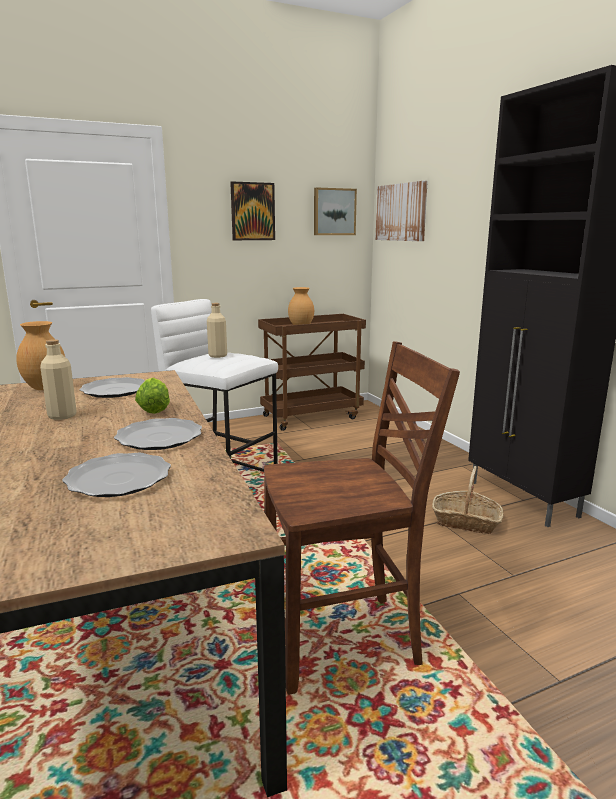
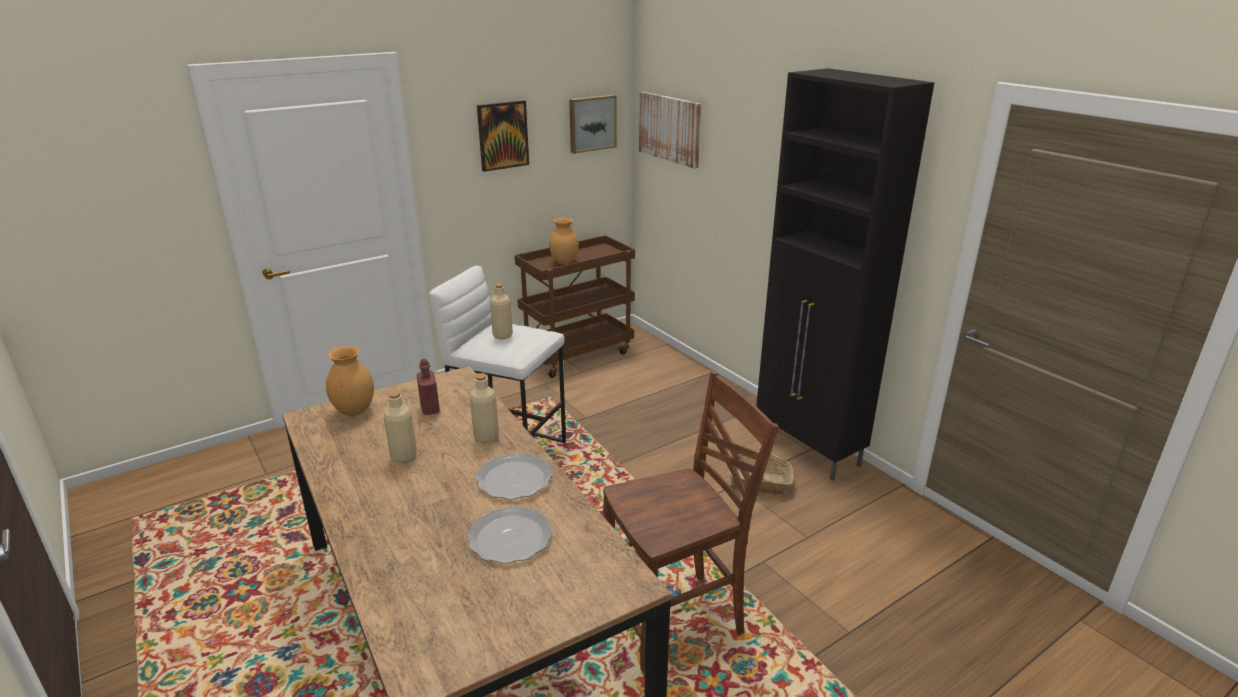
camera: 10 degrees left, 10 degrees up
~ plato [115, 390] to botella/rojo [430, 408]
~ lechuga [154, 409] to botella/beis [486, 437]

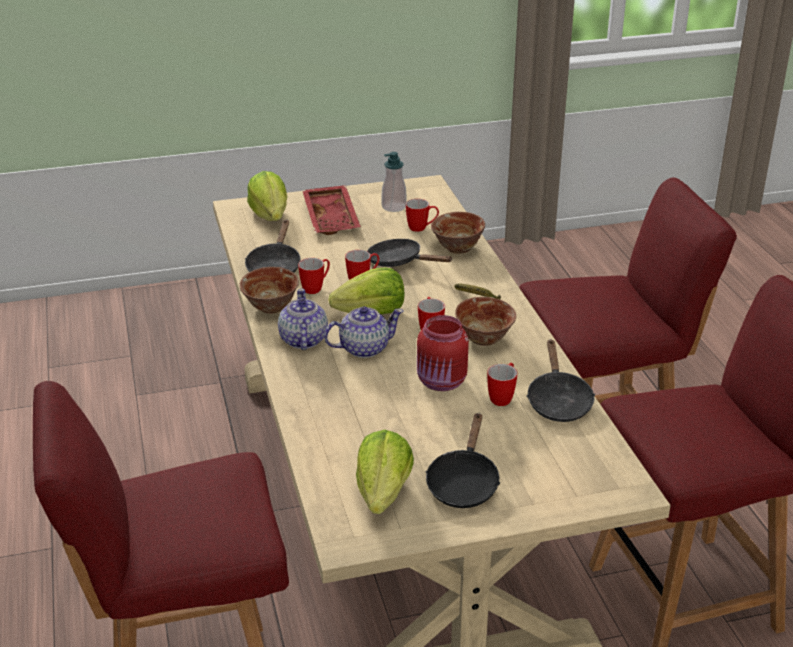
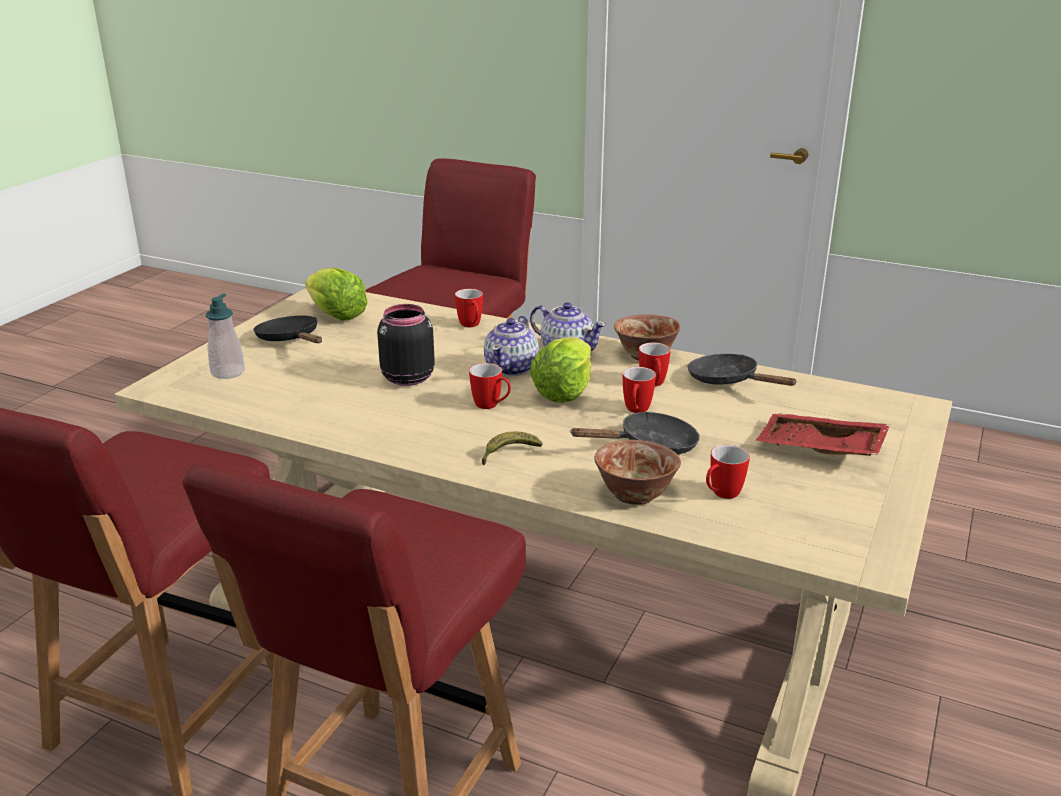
camera: 130 degrees right, 5 degrees down
~ dispensador de jabón [393, 207] to [228, 372]
~ tarro/rojo [442, 382] to tarro/negro [406, 378]
~ taza grande [503, 397] to [471, 326]
- lechuga [270, 216]
- cuenco [484, 339]
- sartén/negro [558, 401]

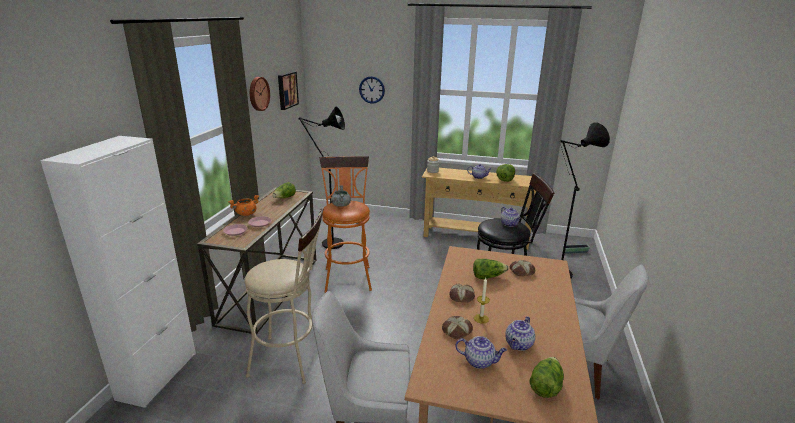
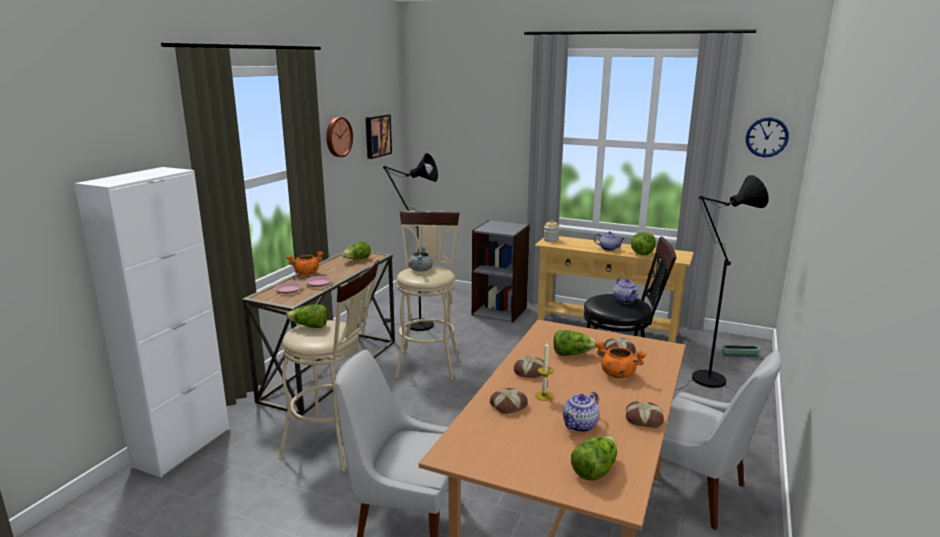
camera: 10 degrees right, 5 degrees down
+ lechuga [309, 326]
~ taburete/naranja [347, 276] to taburete/beis [428, 362]
+ estantería/gris [499, 311]
+ olla/naranja [617, 374]
+ pan [644, 419]
~ reloj de pared [371, 90] to [766, 137]
- tetera [479, 361]

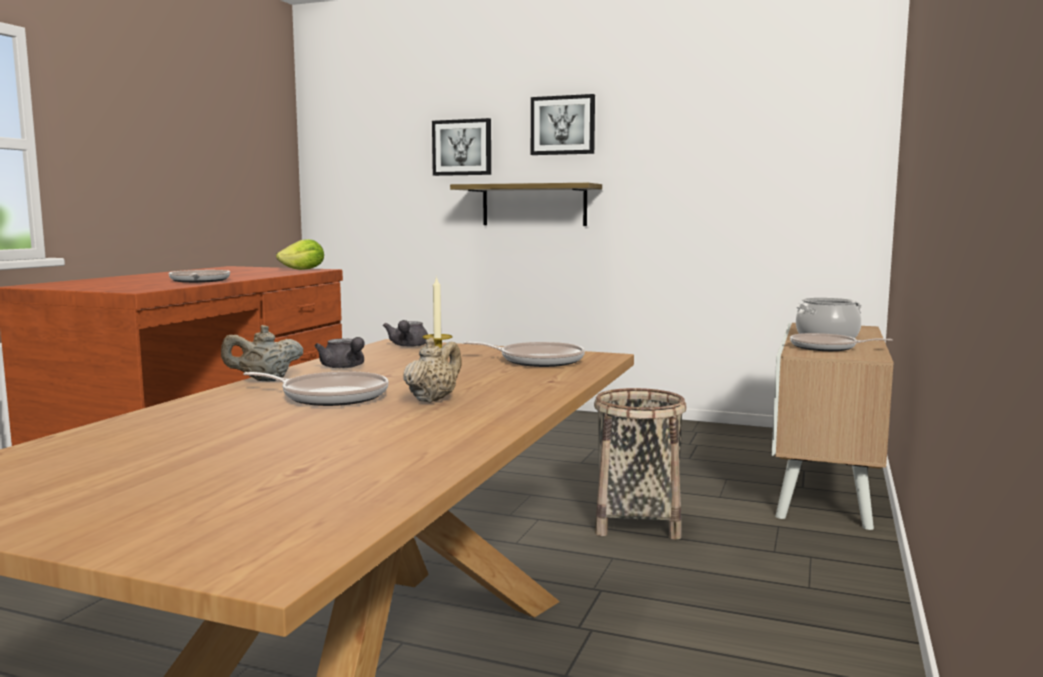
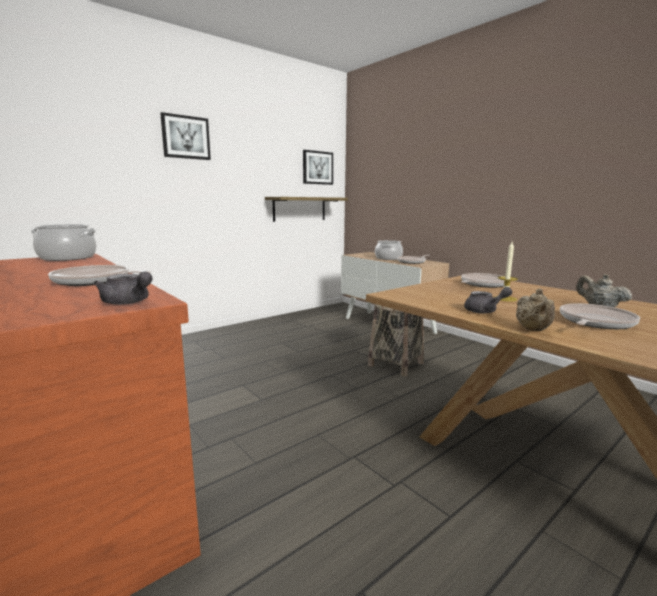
camera: 60 degrees left, 5 degrees up
~ lechuga [303, 270] to olla [68, 258]
~ tetera/gris [408, 346] to [128, 302]
~ estante [534, 205] to [299, 209]
~ cuadro [462, 147] to [317, 168]

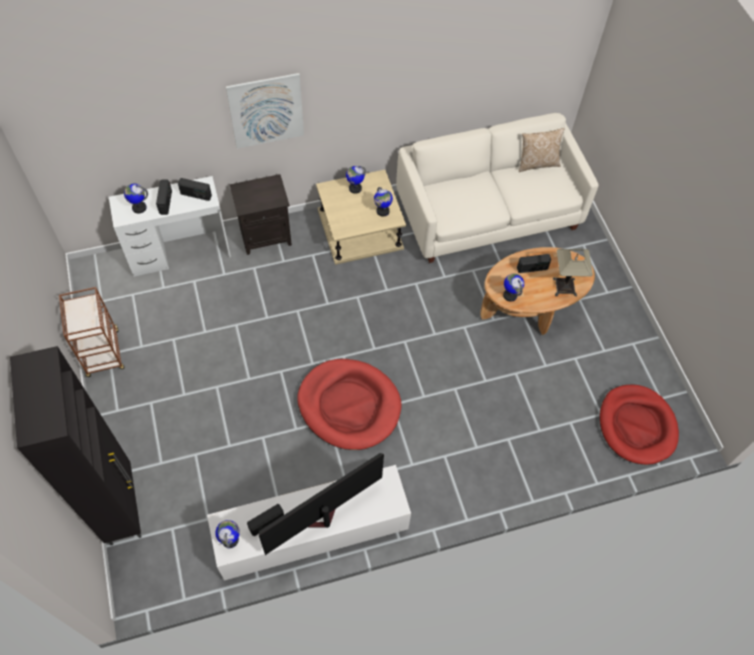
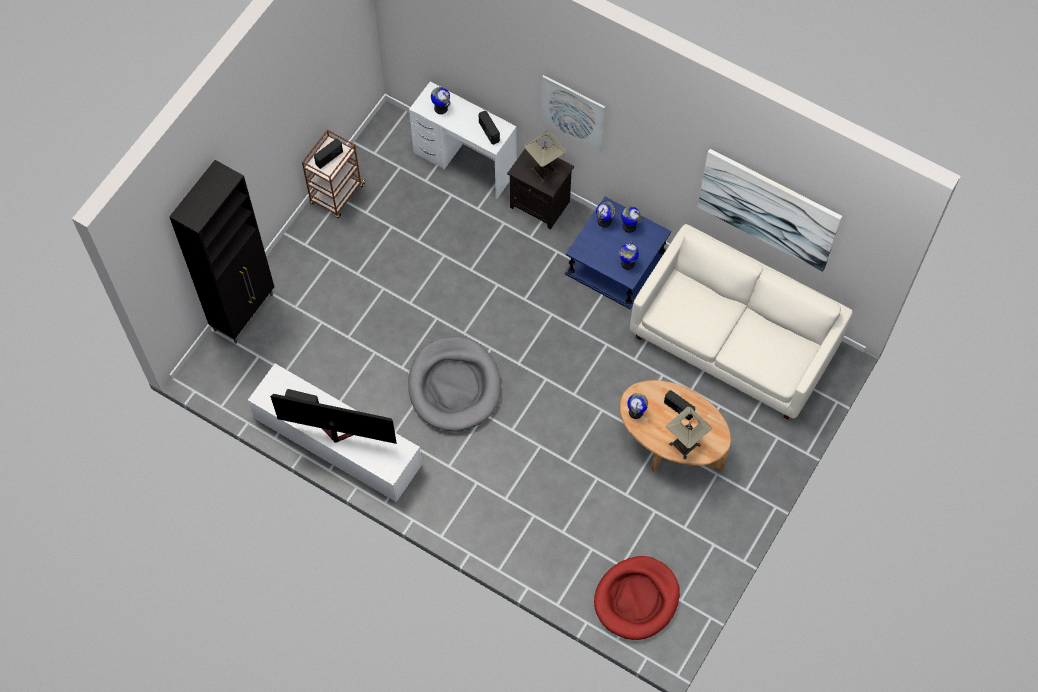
camera: 50 degrees right, 5 degrees up
~ radio [166, 202] to [329, 158]
~ cama para perro/rojo [349, 405] to cama para perro/gris [454, 386]
+ lámpara de mesa [544, 171]
~ mesa auxiliar/beis [360, 229] to mesa auxiliar/azul [616, 263]
~ globo terráqueo [230, 539] to [604, 221]
+ cuadro [768, 209]
- cojín [537, 163]

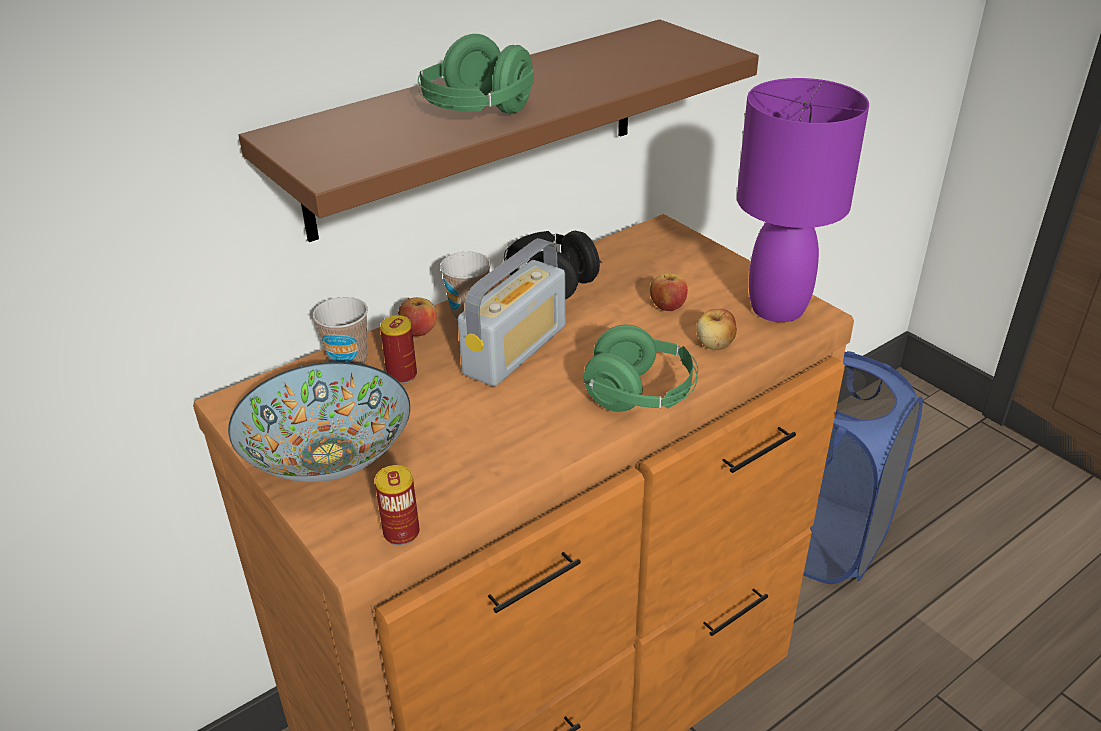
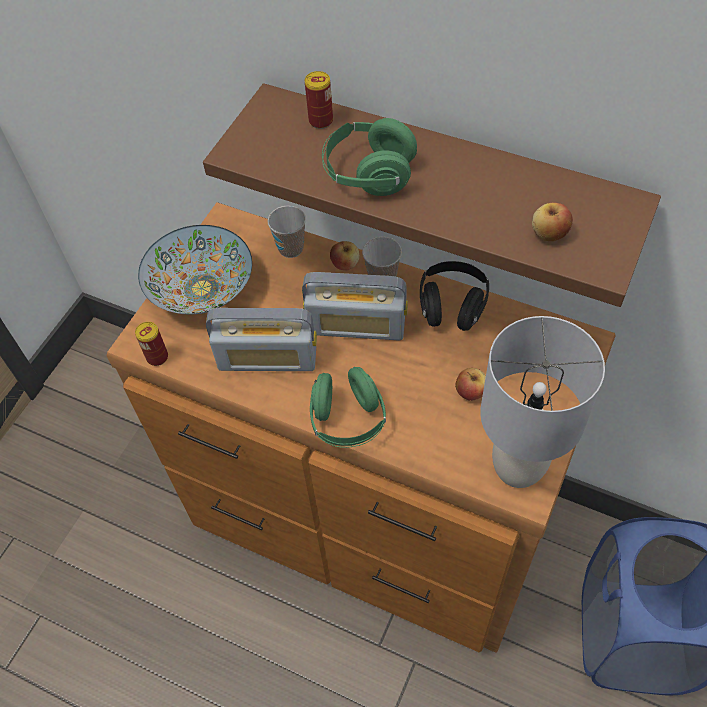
camera: 65 degrees right, 20 degrees up
+ radio [267, 358]
~ lata [402, 375] to [321, 121]
~ lámpara de mesa/morado [777, 308] to lámpara de mesa/gris [518, 466]
~ manzana [715, 344] to [549, 234]

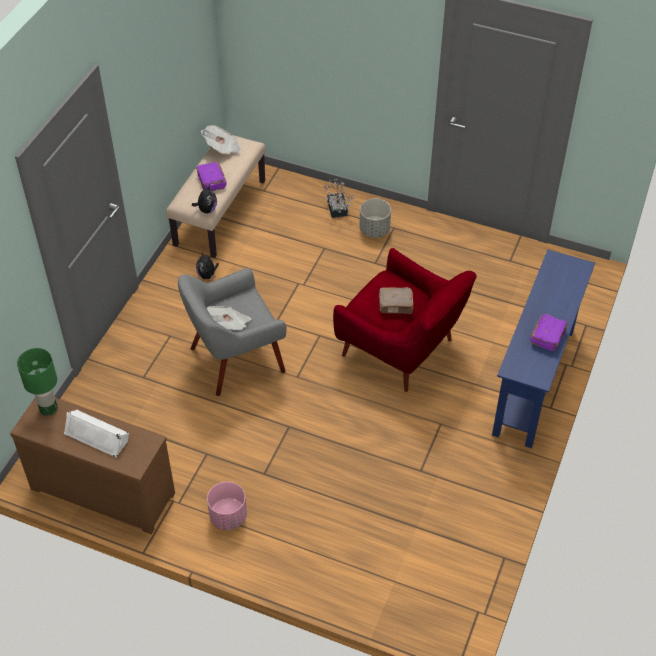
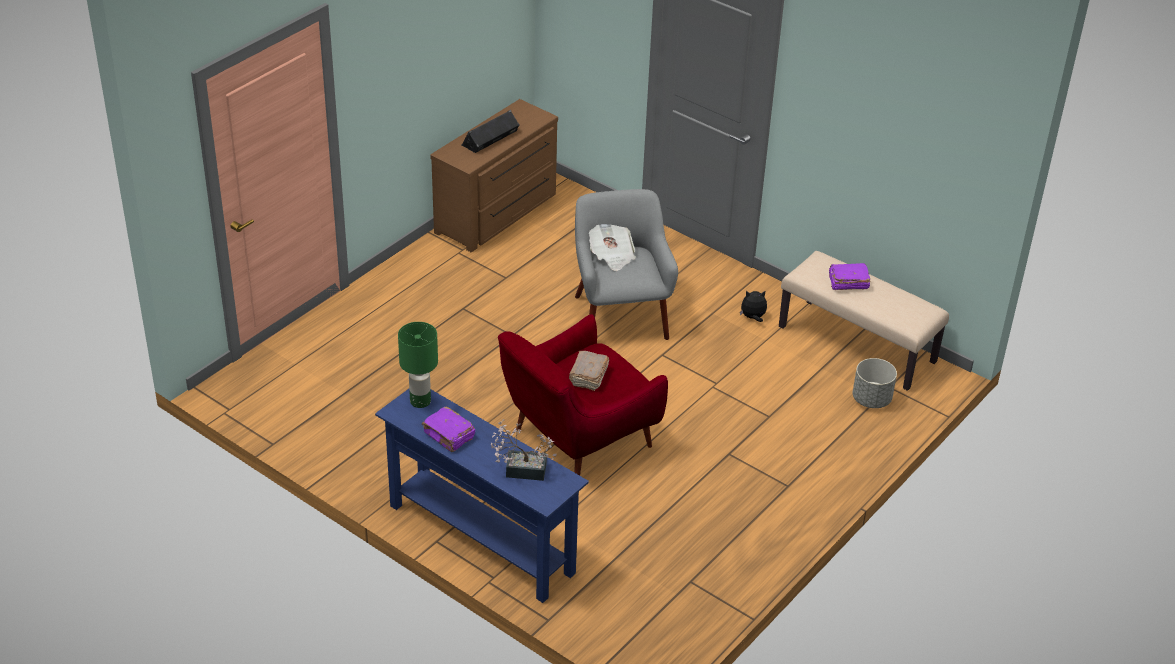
camera: 105 degrees right, 10 degrees down
~ lámpara de mesa/verde [48, 409] to [420, 401]
~ altavoz/blanco [97, 435] to altavoz/negro [491, 139]
~ planta en maceta [337, 211] to [521, 469]
~ maceta/gris [374, 230] to [871, 399]
- peluche [206, 209]
- periódico [223, 148]
- maceta/rosa [228, 517]

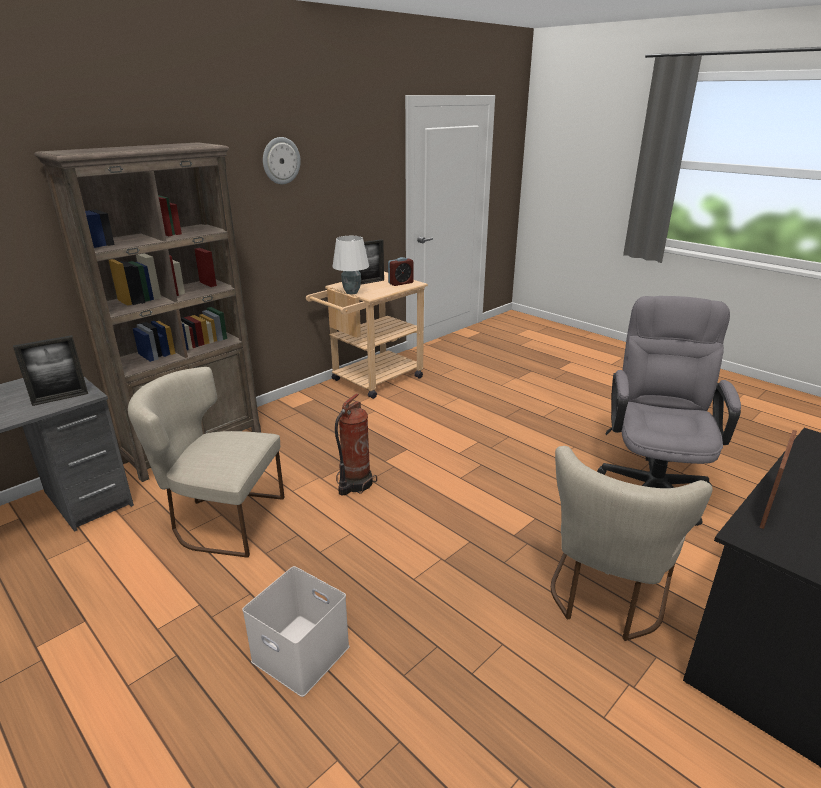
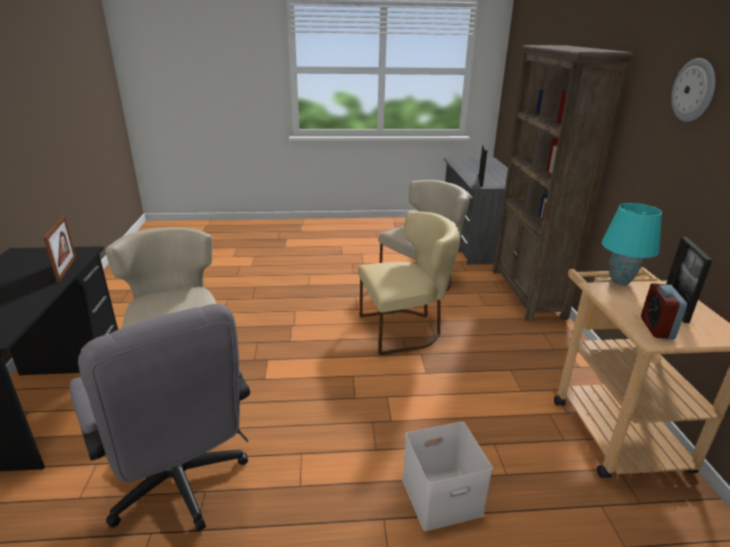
camera: 130 degrees right, 0 degrees up
~ extintor [354, 484] to silla/beis [405, 329]
~ caja de almacenaje/blanco [298, 654] to [442, 495]
~ lámpara de mesa/blanco [352, 292] to lámpara de mesa/turquesa [619, 281]

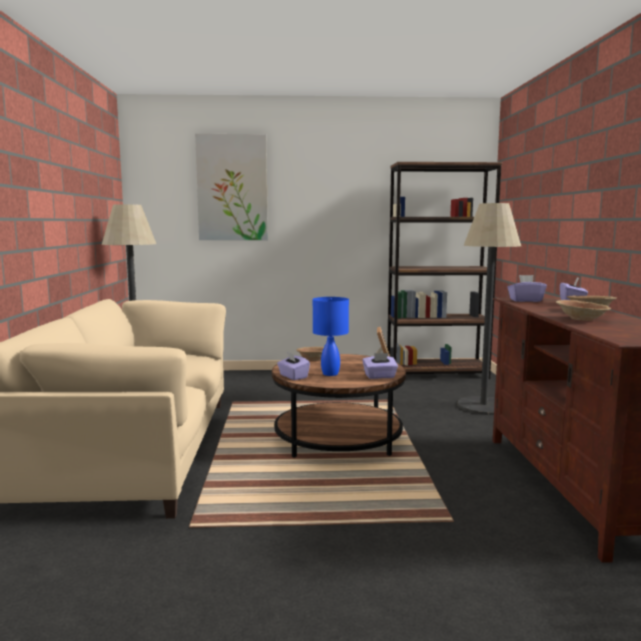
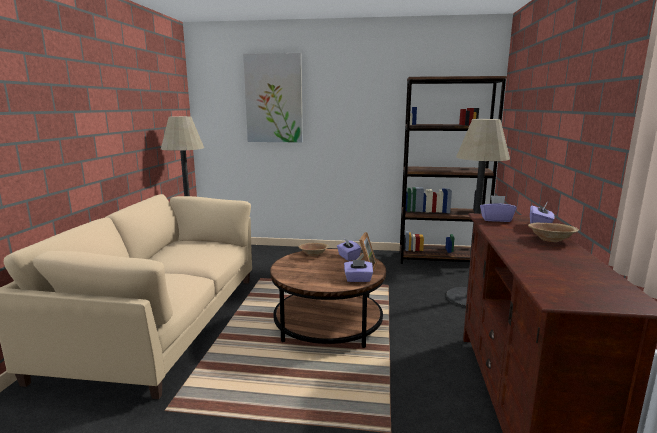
camera: 10 degrees right, 5 degrees up
~ caja de pañuelos/morado [293, 376] to [348, 257]
- lámpara de mesa/azul [330, 373]
- cuenco/marrón [581, 319]

